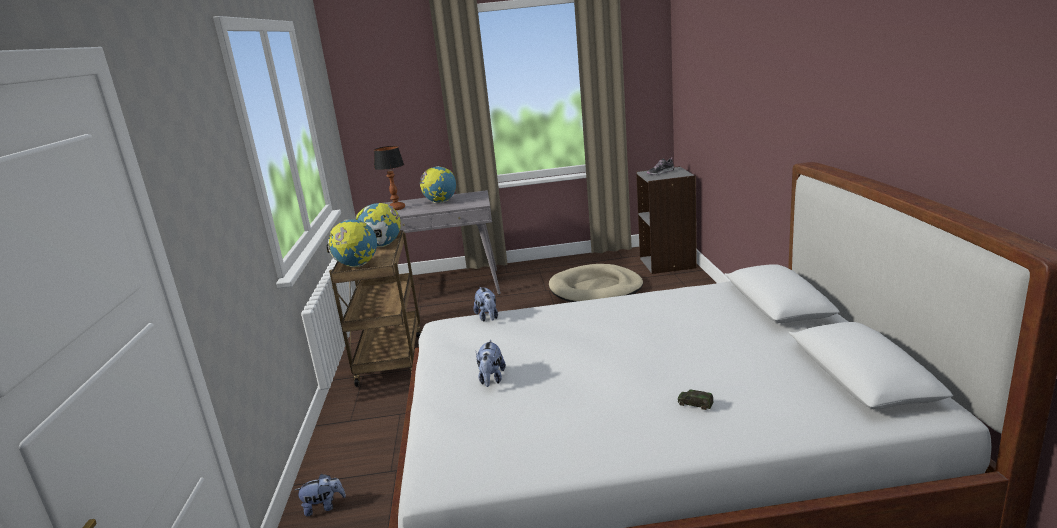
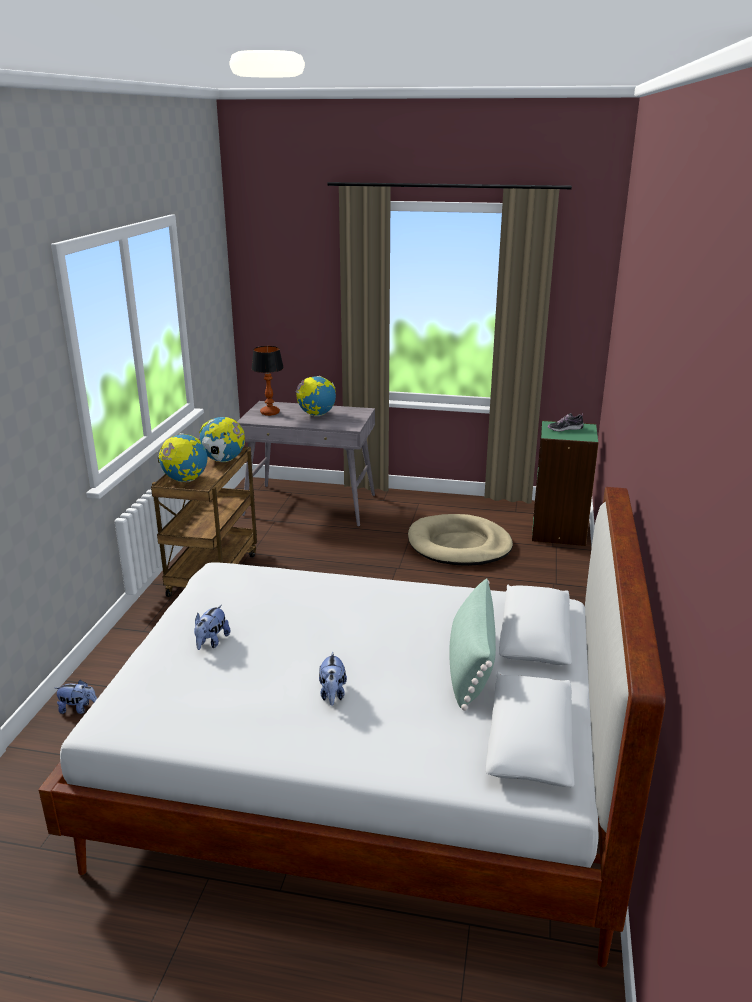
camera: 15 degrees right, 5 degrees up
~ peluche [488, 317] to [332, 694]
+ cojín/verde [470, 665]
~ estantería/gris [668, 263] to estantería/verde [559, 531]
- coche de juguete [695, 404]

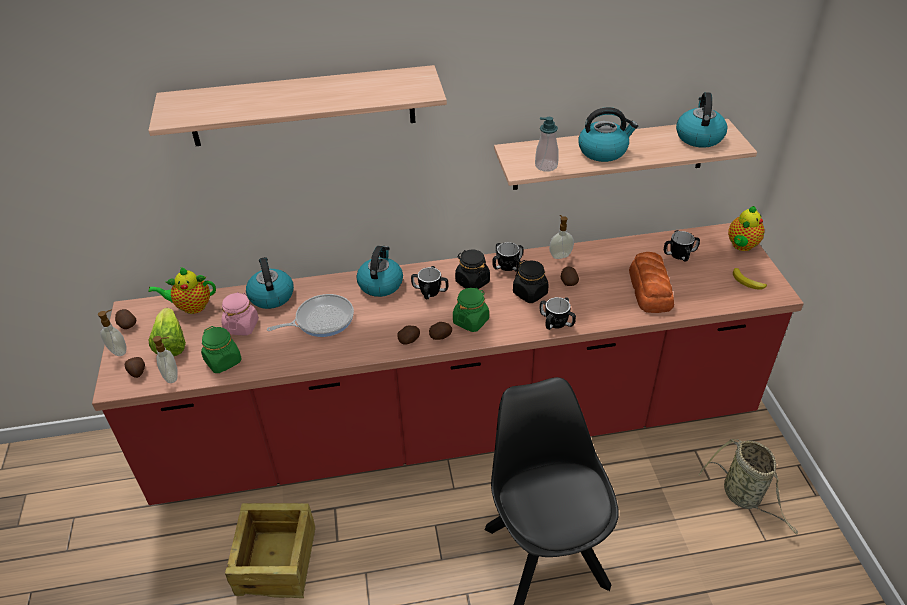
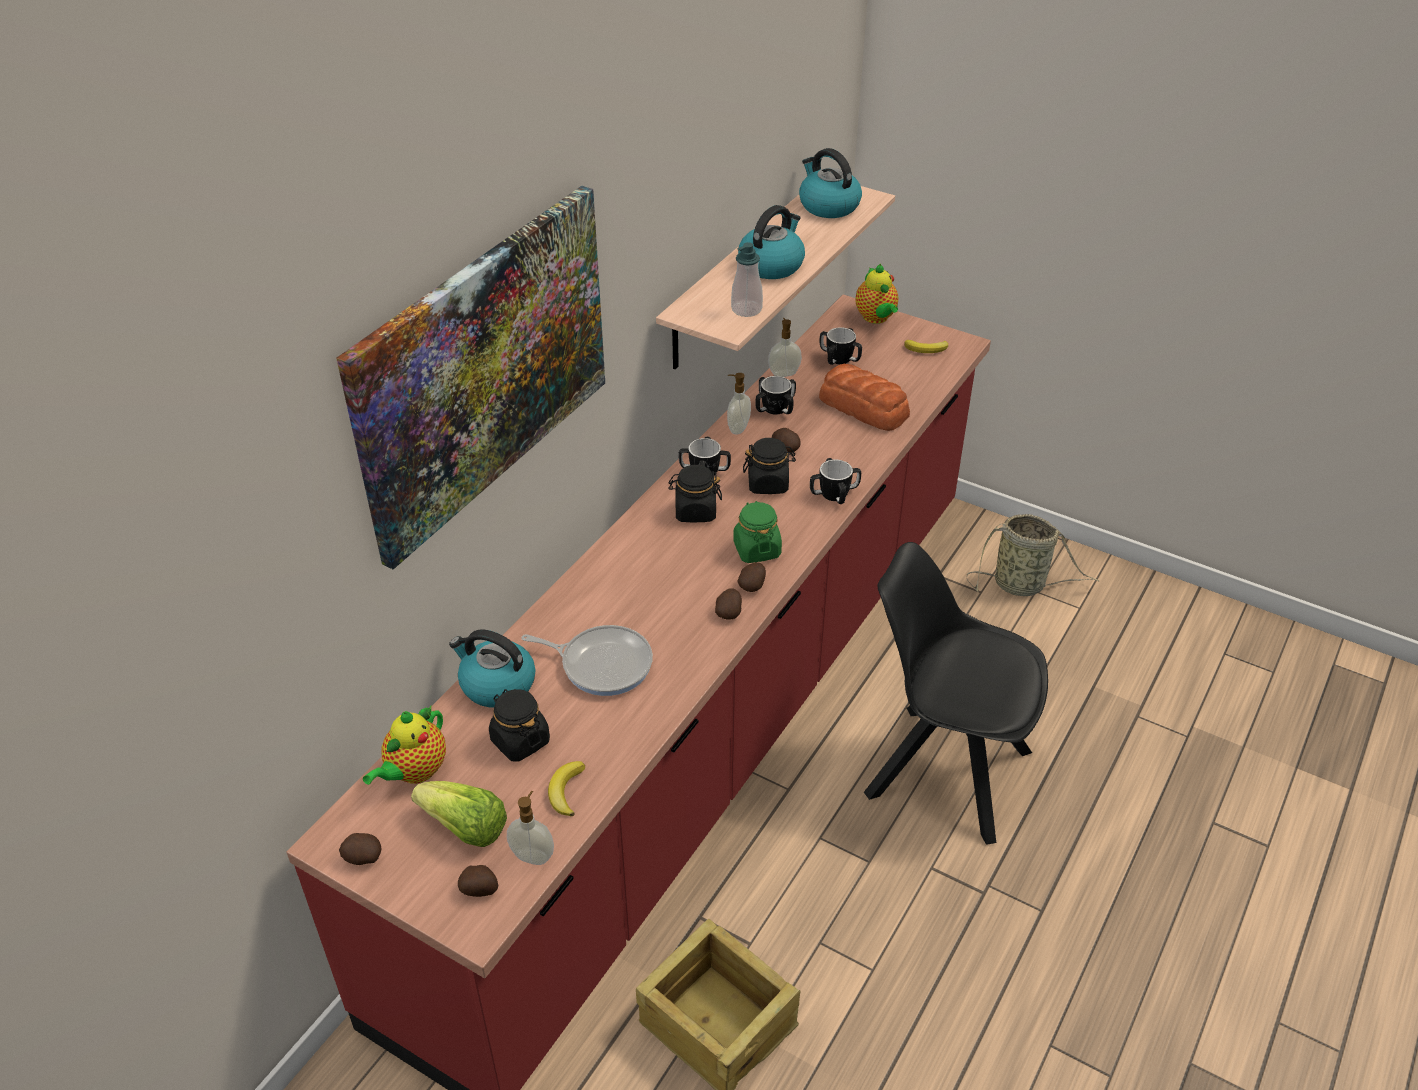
camera: 50 degrees left, 0 degrees up
~ estante [302, 106] to cuadro [484, 370]
~ tarro/rosa [242, 326] to tarro/negro [520, 741]
~ sartén [321, 320] = [602, 664] 90 degrees clockwise
~ tarro/verde [223, 361] to plátano [566, 791]
~ taza grande [430, 292] to [775, 408]
~ dispensador de jabón [119, 351] to [783, 373]
- hervidor [380, 284]

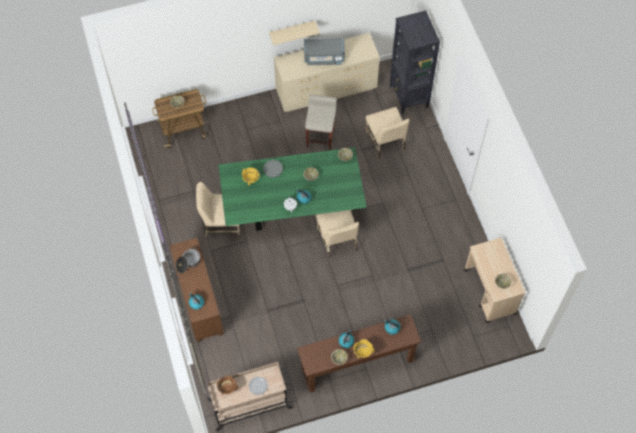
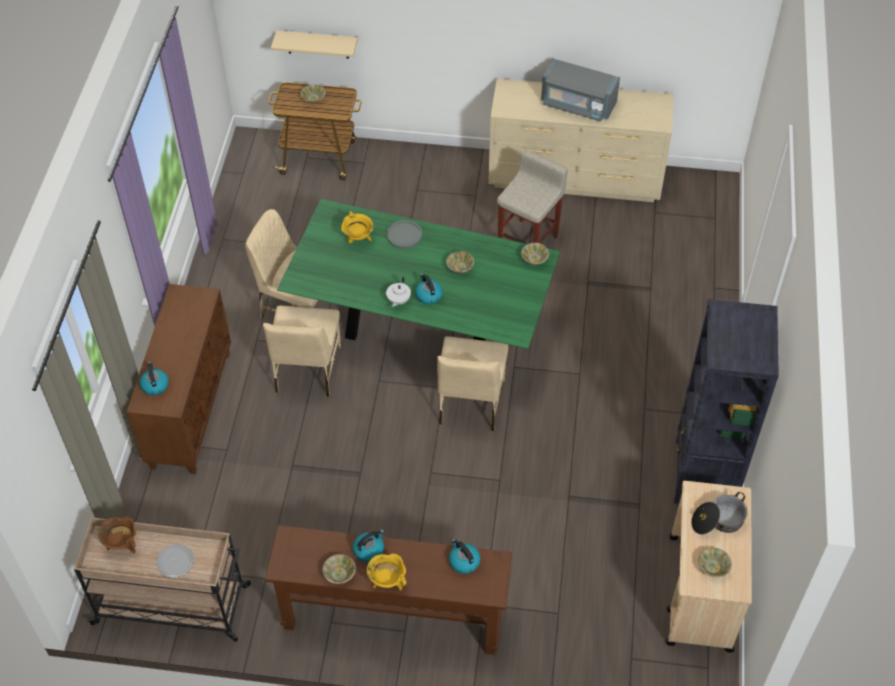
camera: 25 degrees right, 10 degrees down
~ silla/beis [385, 142] to [307, 370]
~ estante/beis [292, 31] to [317, 44]
~ estantería/negro [409, 97] to [703, 475]
~ olla [188, 263] to [718, 521]

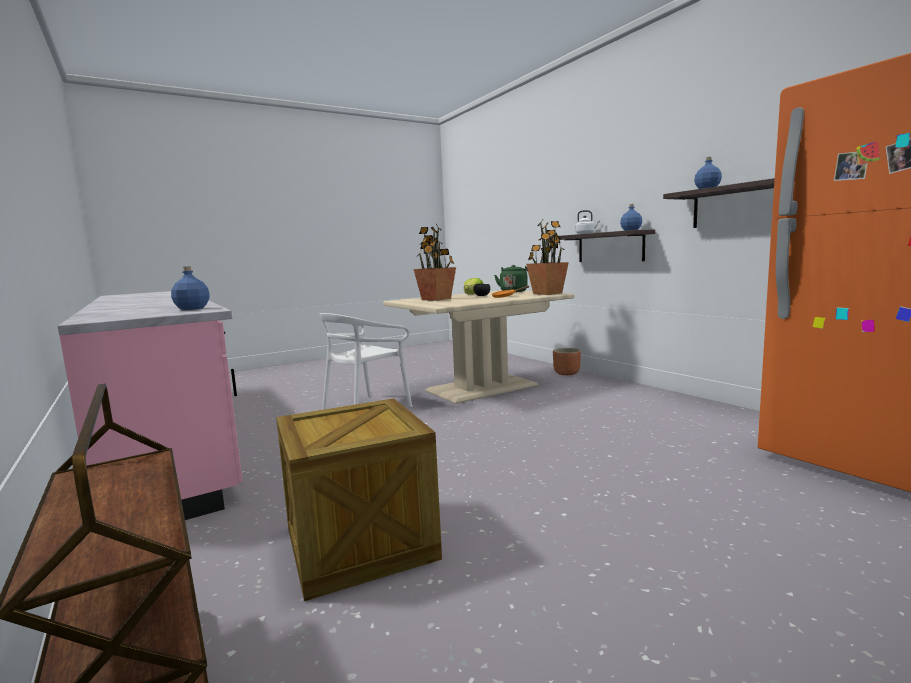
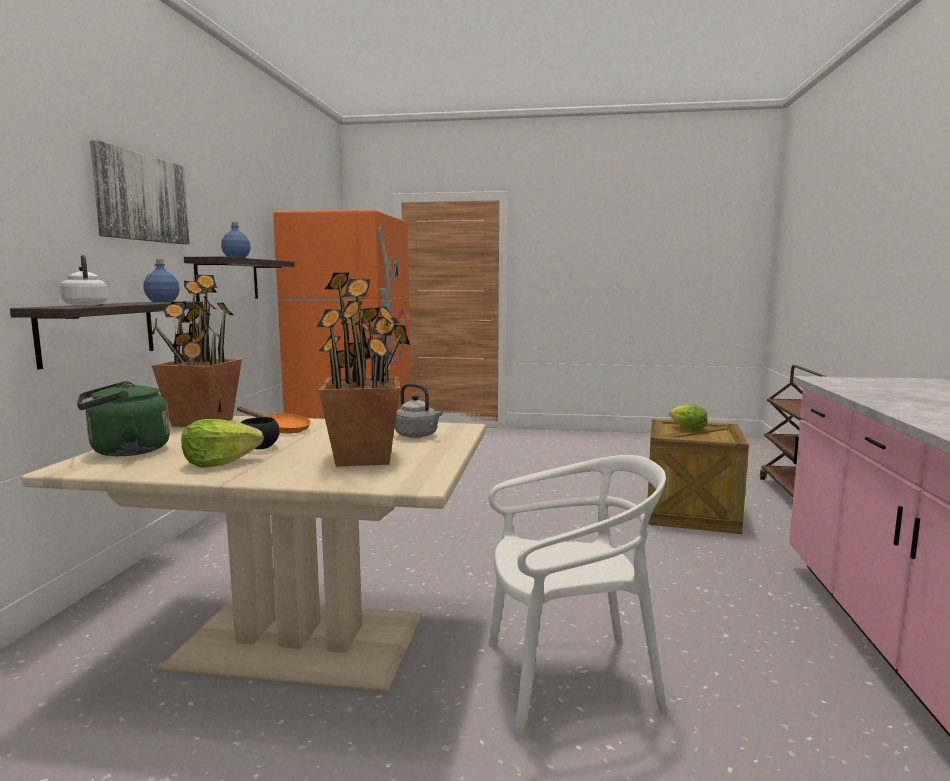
camera: 140 degrees left, 0 degrees up
+ cuadro [141, 198]
+ hervidor/gris [418, 436]
+ lechuga [687, 428]
- botella/azul [192, 309]
- maceta/marrón [566, 373]

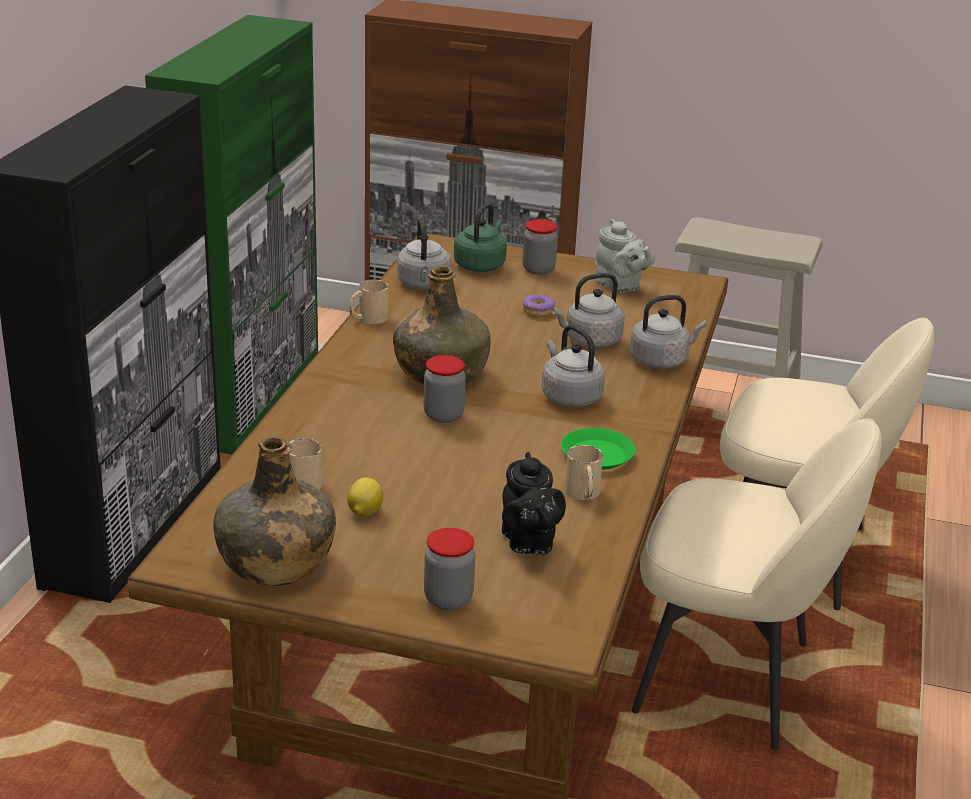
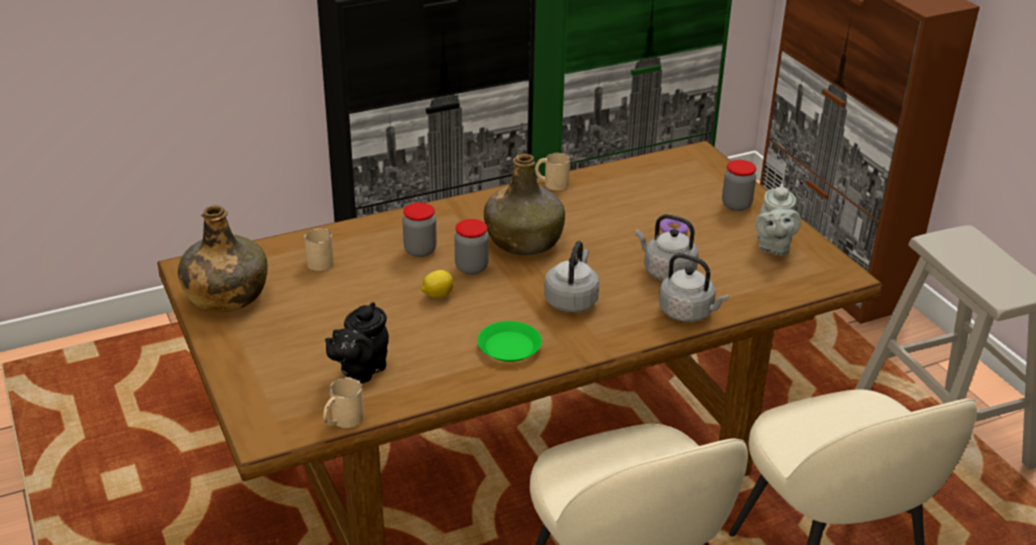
camera: 50 degrees right, 5 degrees up
~ taza grande/beis [583, 494] to [342, 420]
~ tarro [448, 599] to [420, 250]
~ limón [364, 512] to [437, 295]
- hervidor/gris [423, 284]
- hervidor/verde [481, 265]

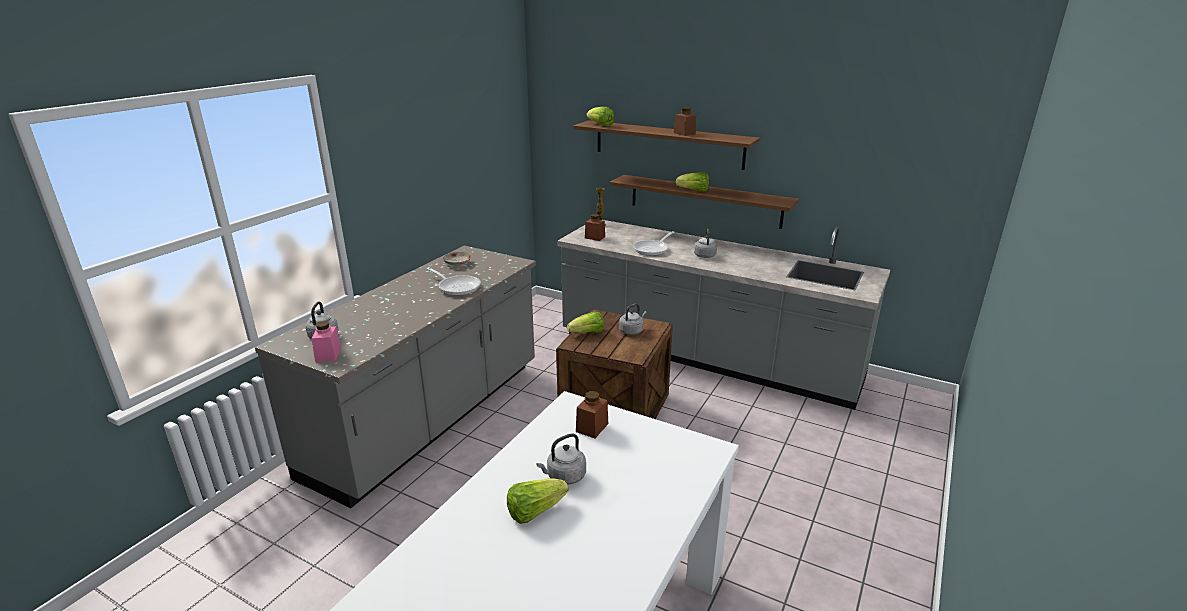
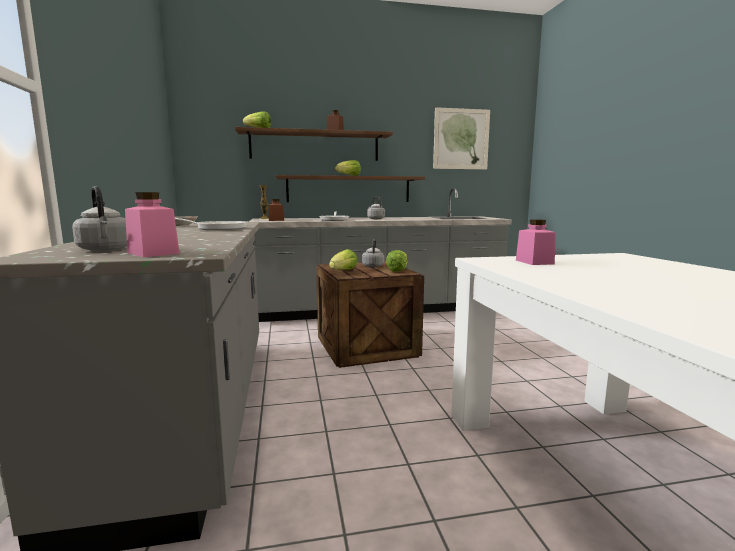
camera: 40 degrees left, 15 degrees down
~ lechuga [535, 511] to [398, 270]
+ cuadro [461, 139]
~ tarro/marrón [592, 427] to tarro/rosa [534, 262]
- hervidor/gris [564, 477]

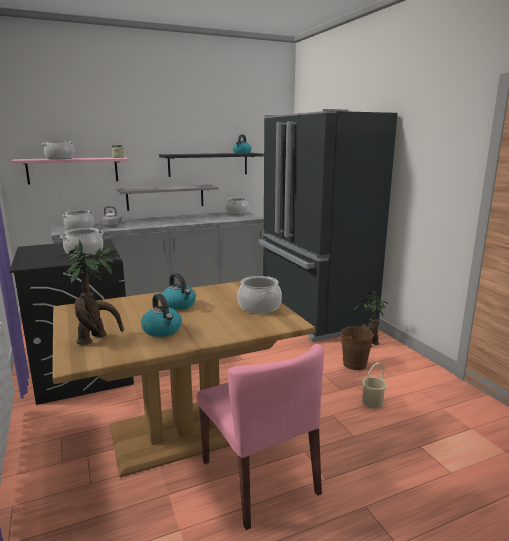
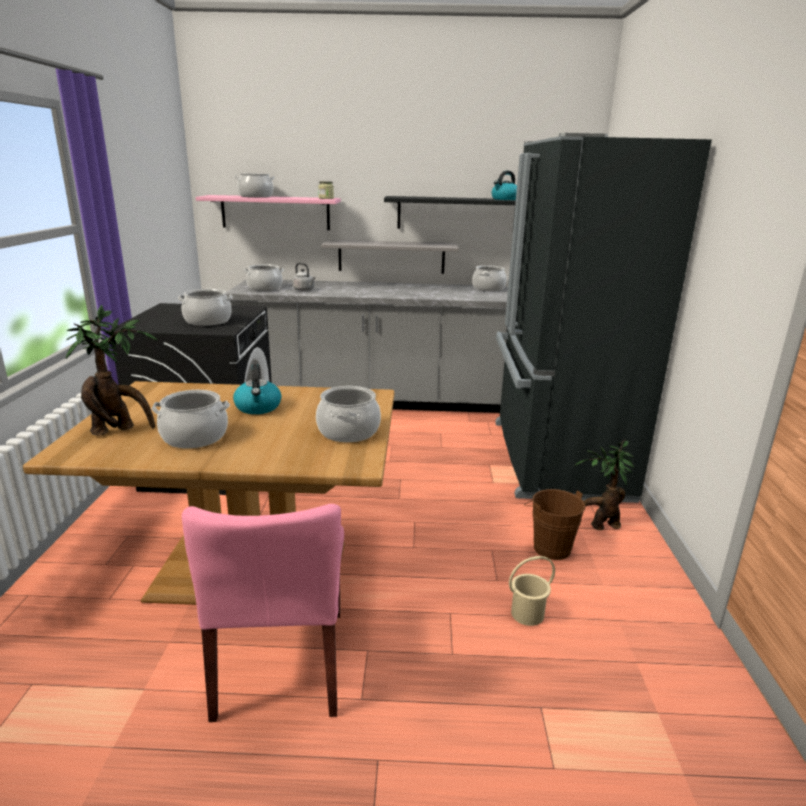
camera: 25 degrees right, 5 degrees up
~ hervidor [162, 330] to olla [195, 437]

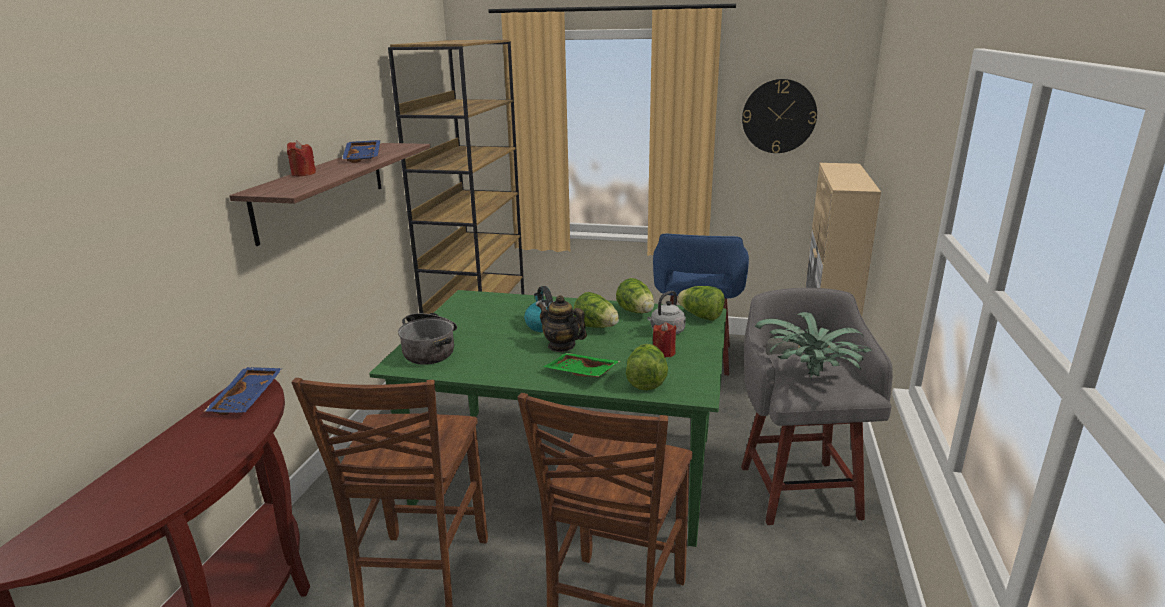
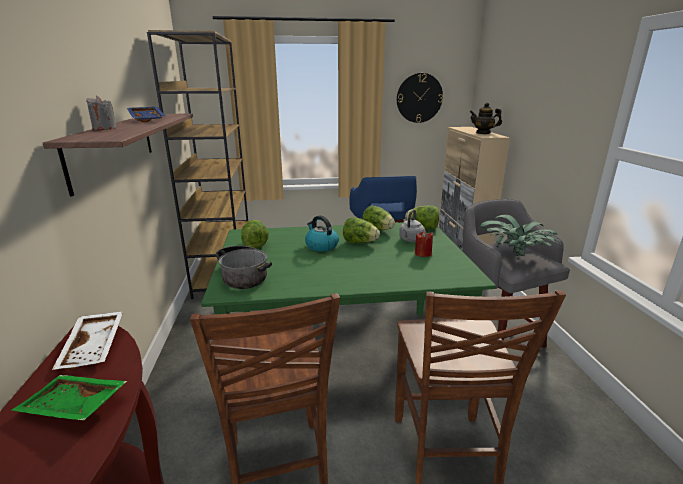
camera: 20 degrees left, 0 degrees up
~ bandeja/verde [580, 374] to [72, 407]
~ bandeja/azul [248, 398] to bandeja/blanco [95, 347]
~ vela/rojo [303, 174] to vela/gris [104, 128]
~ lechuga [646, 381] to [255, 244]
~ tetera [561, 346] to [483, 133]

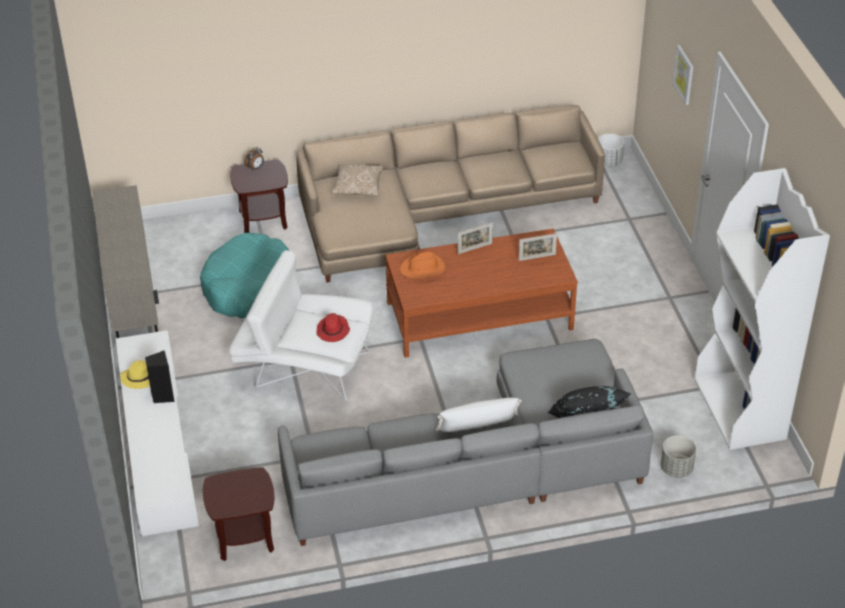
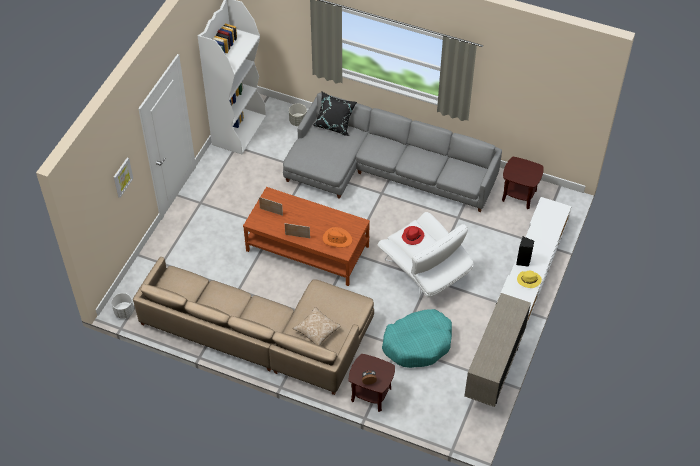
camera: 145 degrees left, 10 degrees up
- cojín/blanco [477, 425]

